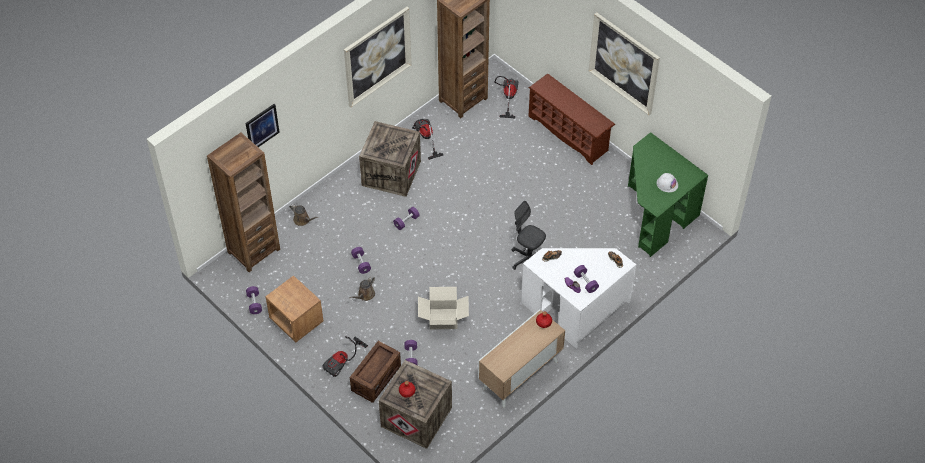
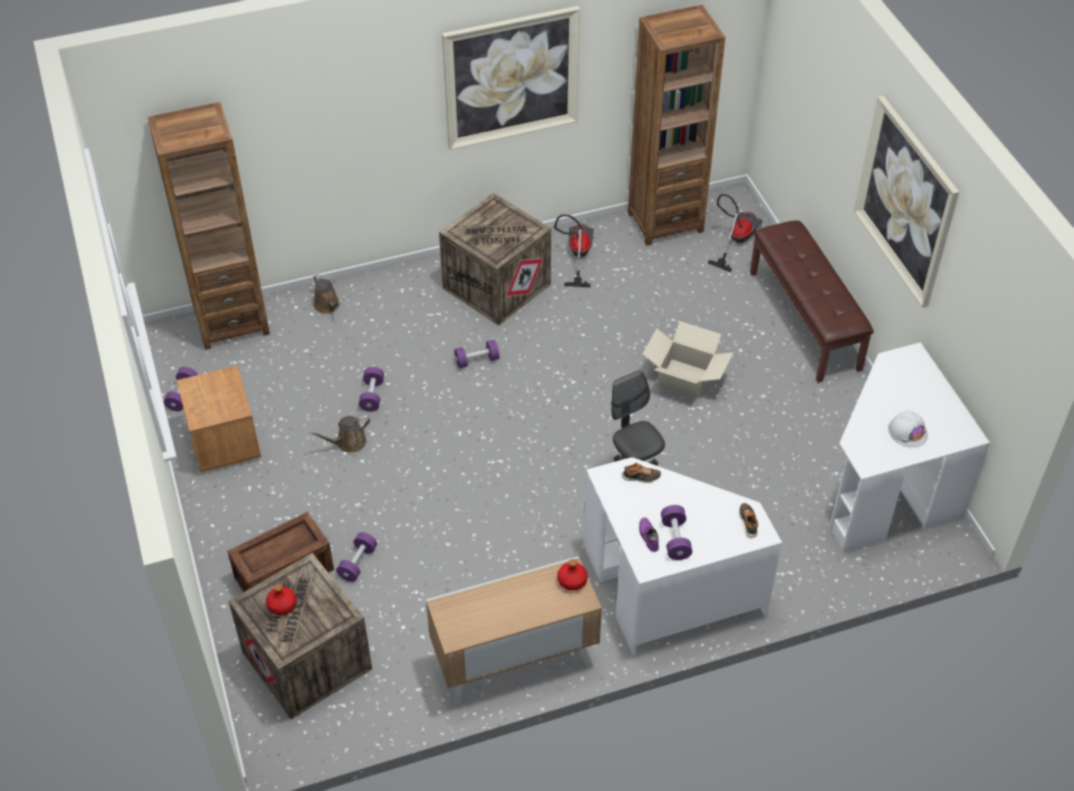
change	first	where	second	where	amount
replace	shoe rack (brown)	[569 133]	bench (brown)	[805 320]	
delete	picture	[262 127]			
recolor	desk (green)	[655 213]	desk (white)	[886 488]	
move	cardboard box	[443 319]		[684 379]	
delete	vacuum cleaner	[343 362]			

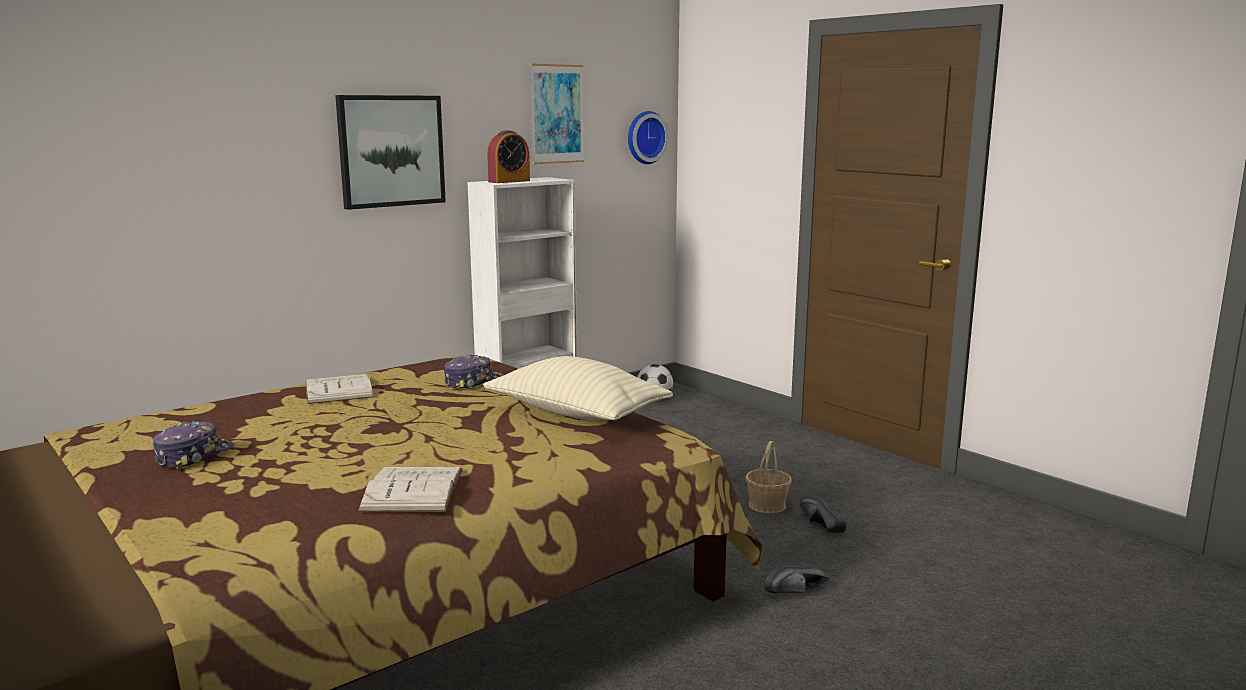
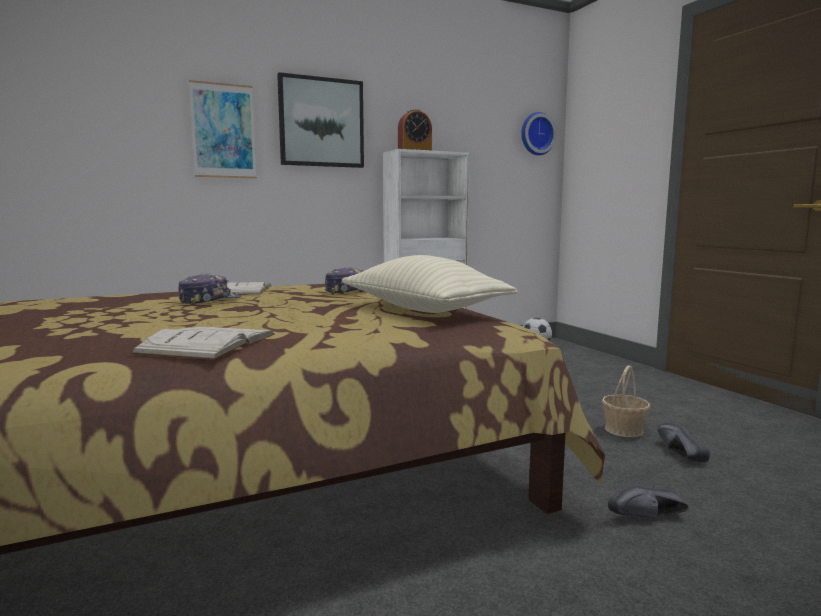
change	first	where	second	where	amount
move	picture	[557 114]		[223 131]	
move	cap	[194 456]		[209 301]	

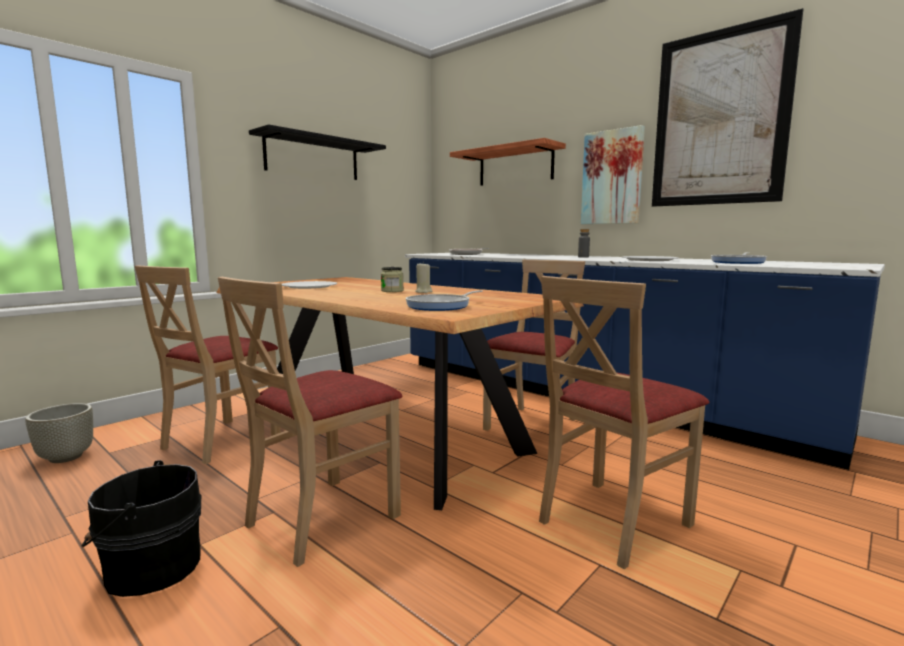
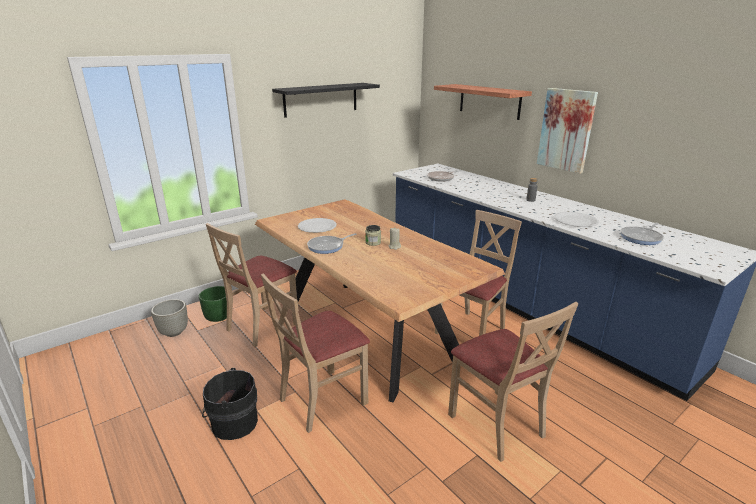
change	first	where	second	where	amount
delete	picture	[719 118]			
rotate	chair (beige)	[612 520]		[496 424]	90 degrees counterclockwise
move	frying pan	[441 306]		[328 246]	
insert			planter (green)	[218 316]	

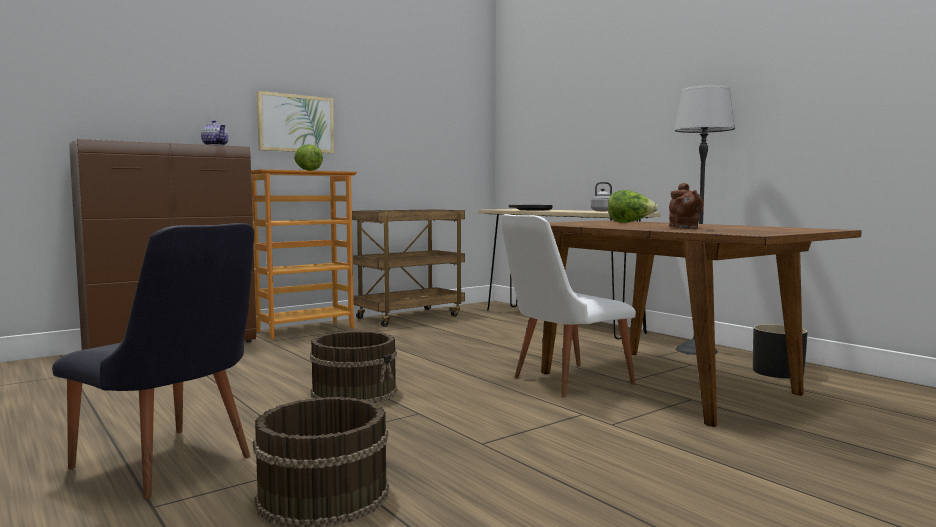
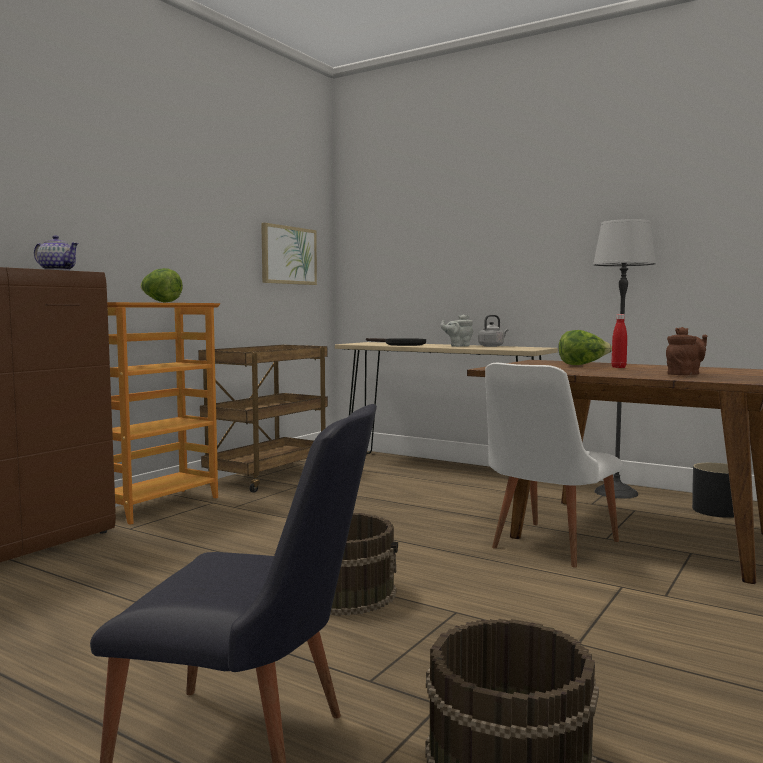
change	first	where	second	where	amount
move	picture	[296 123]		[288 255]	
rotate	teapot (brown)	[684 228]		[685 374]	90 degrees counterclockwise
insert			bottle (red)	[618 367]	
insert			teapot (grey)	[458 346]	

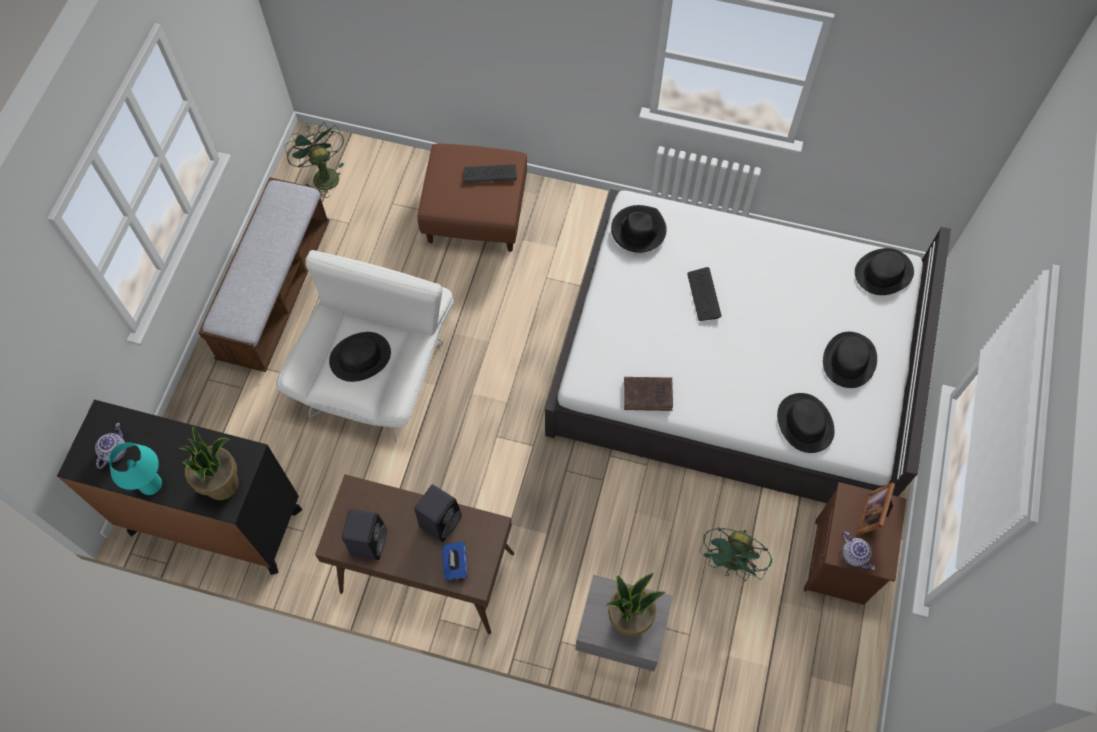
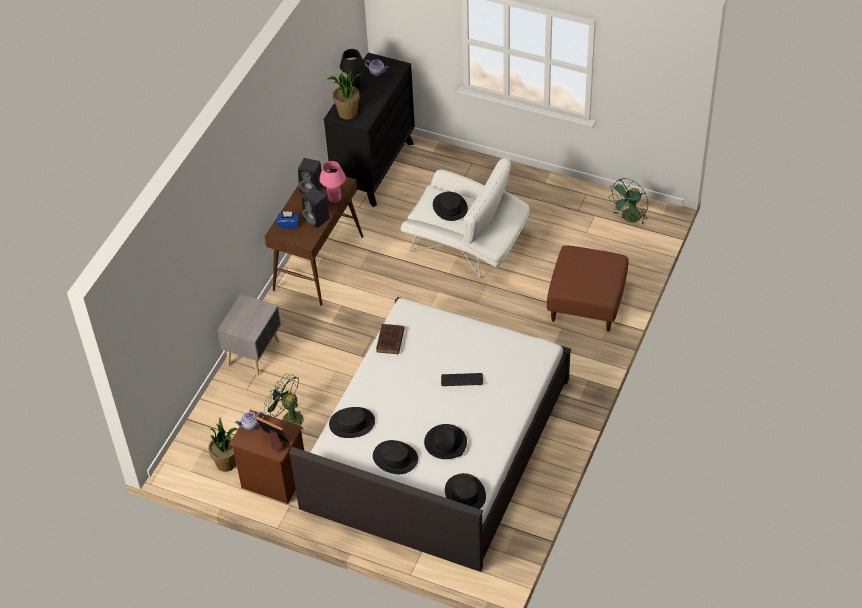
change	first	where	second	where	amount
rotate	fan (green)	[322 175]		[629 219]	150 degrees clockwise
delete	keyboard	[490 174]			
delete	bench	[276 291]			
move	hat (black)	[638 230]		[446 443]	
recolor	table lamp (turquoise)	[151 484]	table lamp (black)	[354 86]	
move	potted plant	[629 619]		[227 463]	
insert			table lamp (pink)	[334 198]	

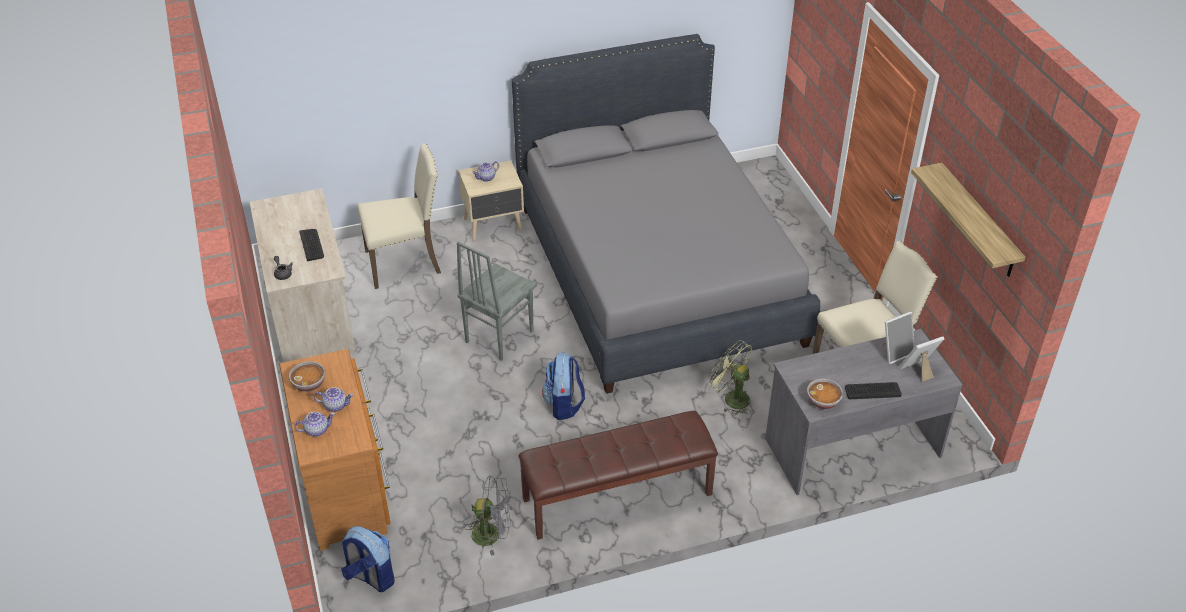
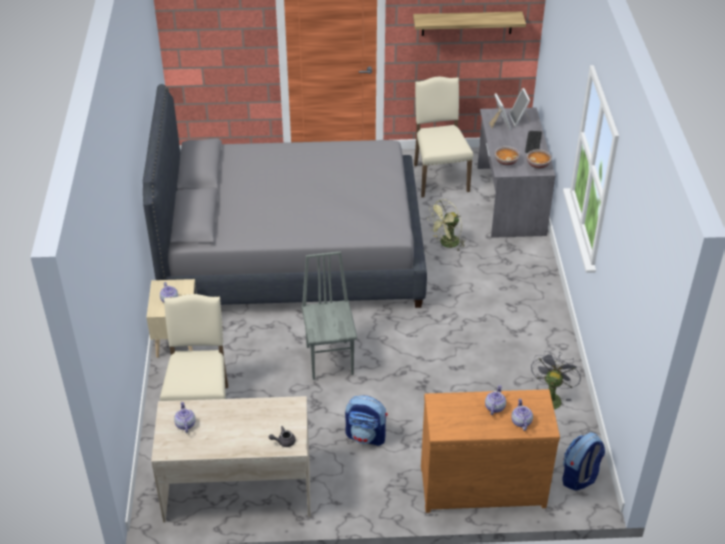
change	first	where	second	where	amount
delete	keyboard	[311 245]			
rotate	chair (grey)	[498 336]		[330 359]	150 degrees counterclockwise
move	backpack	[564 404]		[366 436]	
move	bowl	[309 384]		[506 161]	
delete	bench (brown)	[617 497]			
insert			teapot	[185 424]	

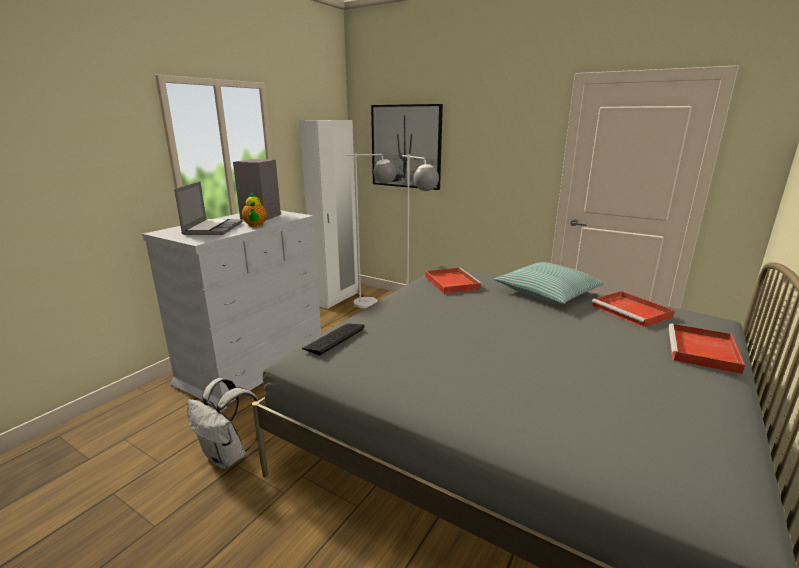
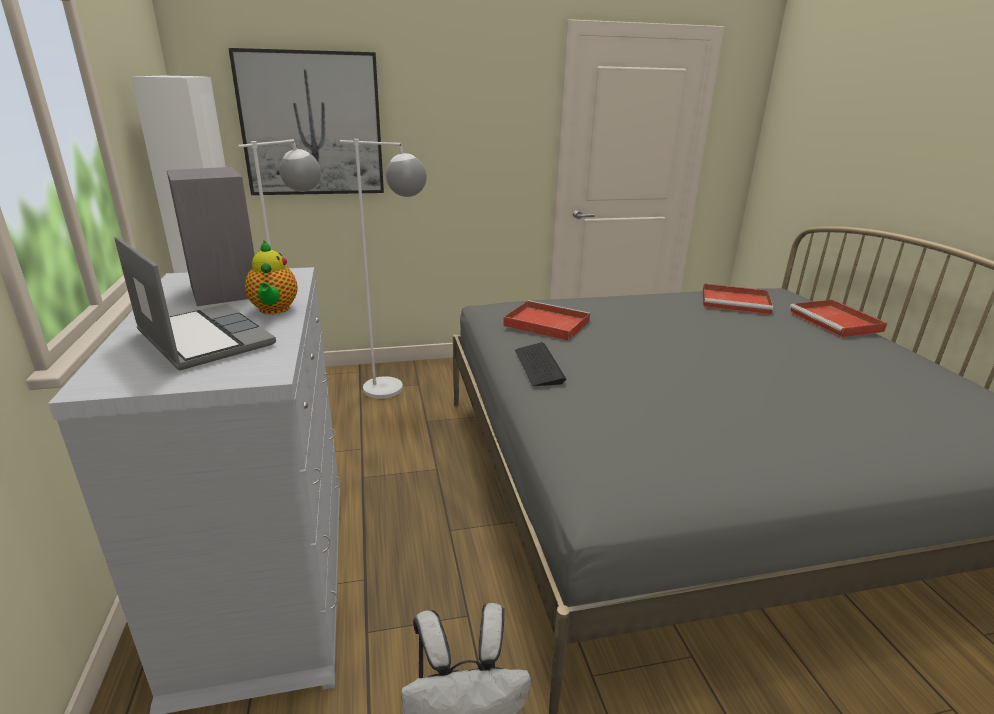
change	first	where	second	where	amount
rotate	teapot	[255 225]		[274 310]	45 degrees clockwise
delete	pillow	[547 292]			
move	keyboard	[334 339]		[539 366]	

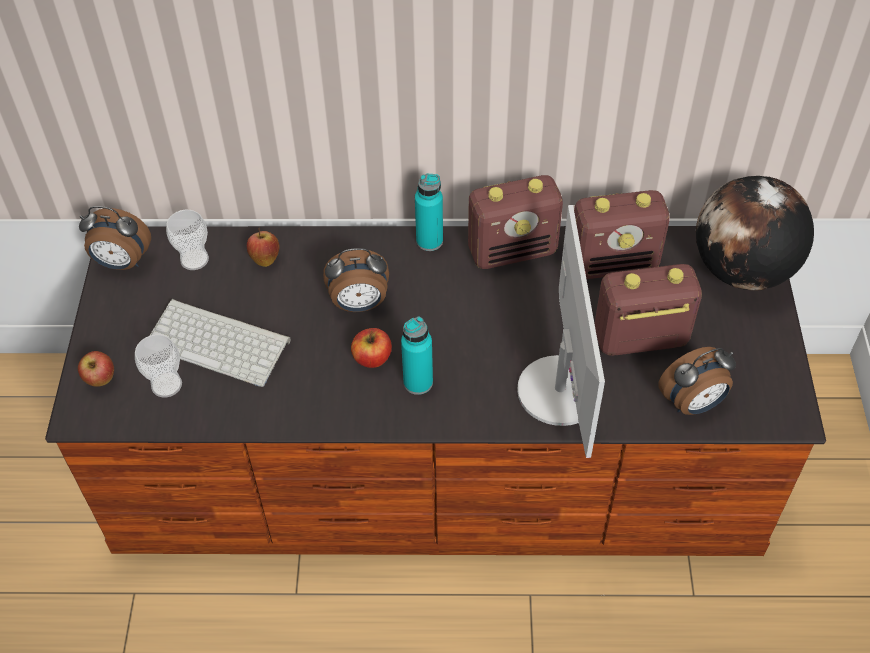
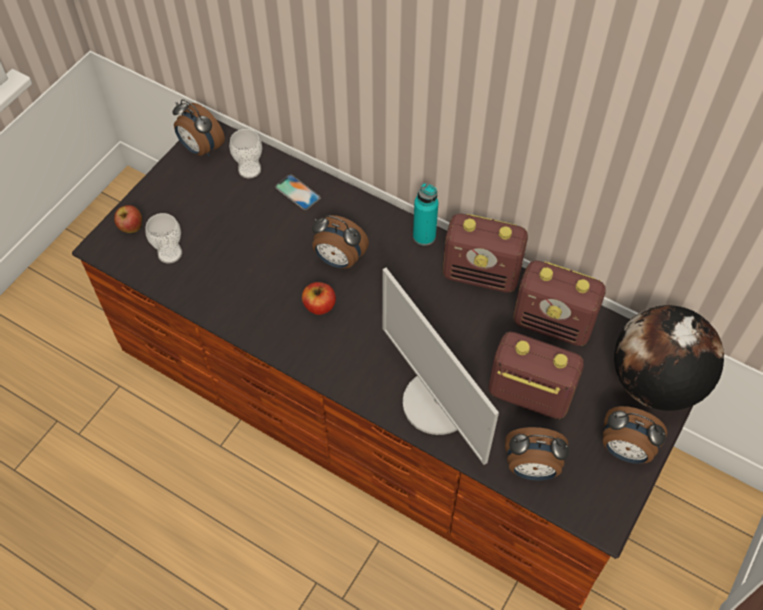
change	first	where	second	where	amount
rotate	monitor	[561 390]		[438 403]	120 degrees clockwise
replace	apple	[265 258]	phone	[297 192]	
delete	keyboard	[220 342]			
delete	bottle (turquoise)	[418 382]			
insert			alarm clock	[625 450]	

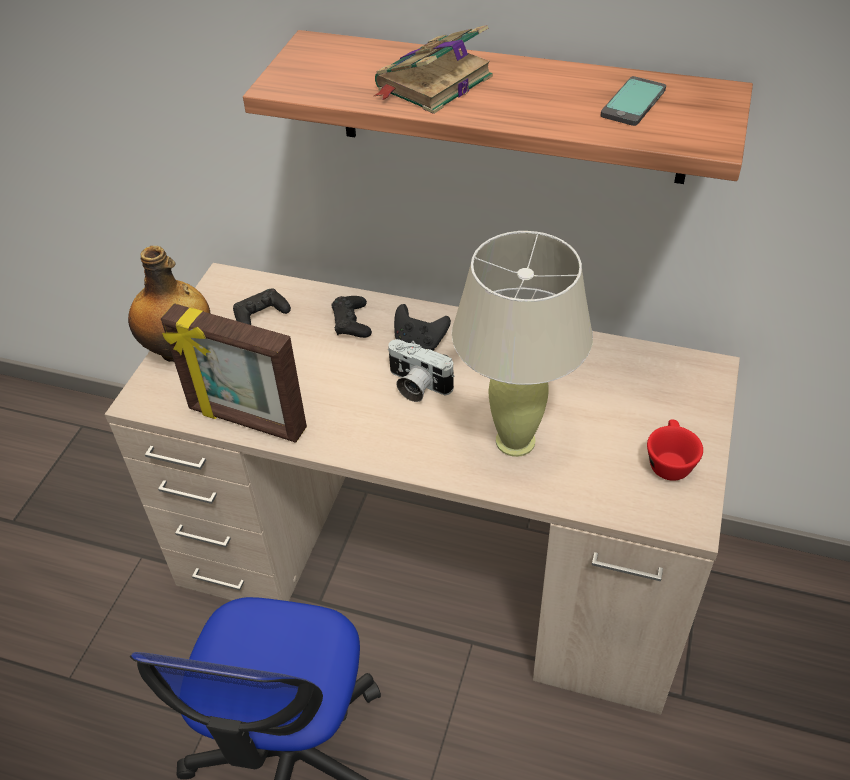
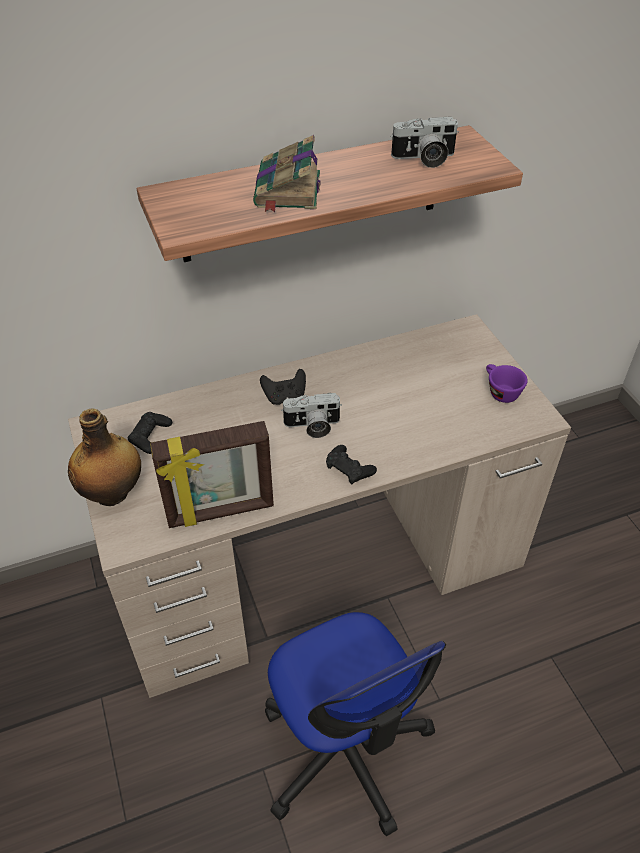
change	first	where	second	where	amount
replace	phone	[633 103]	photo camera	[424 159]	
delete	table lamp (beige)	[515 441]			
move	game controller (black)	[351 322]		[349 469]	
recolor	cup (red)	[668 461]	cup (purple)	[500 391]	

